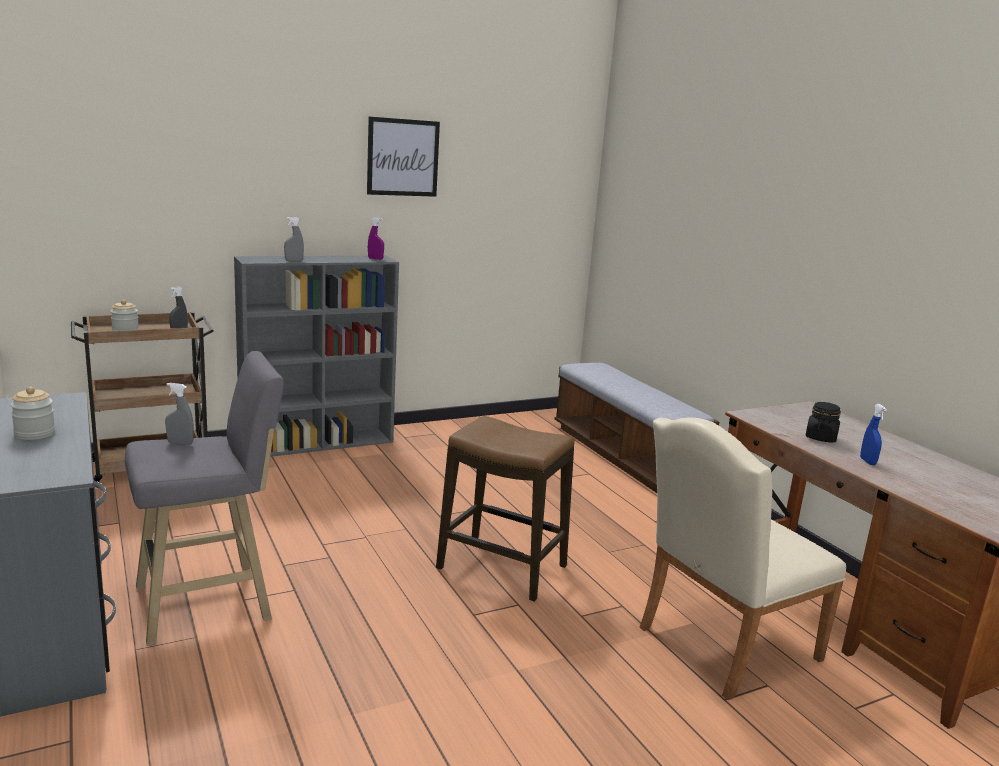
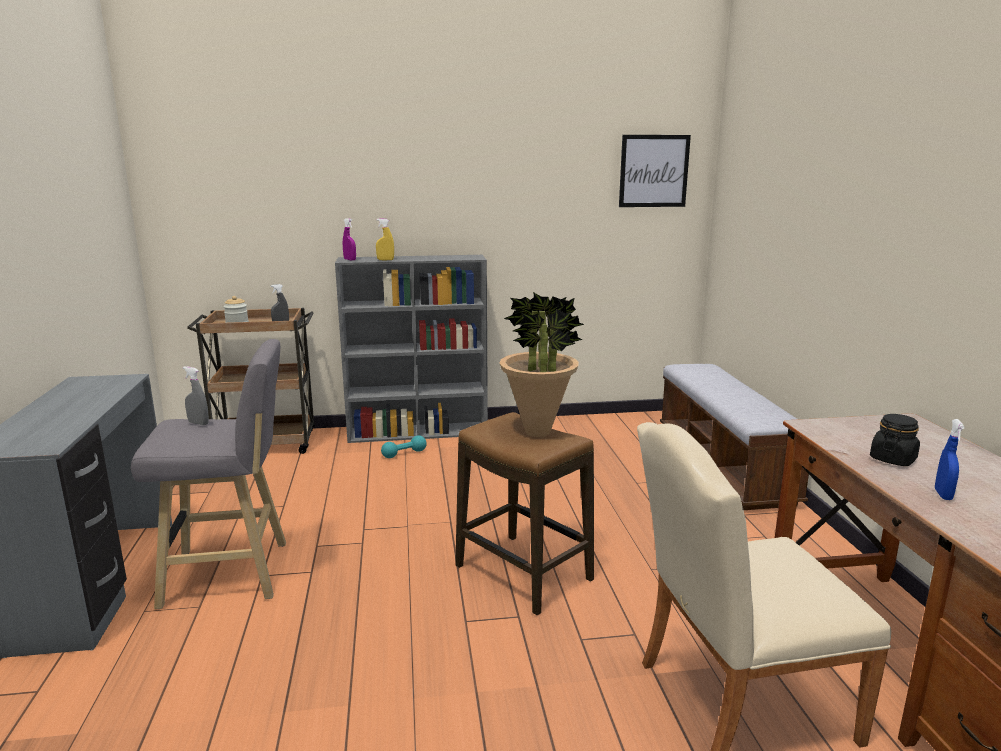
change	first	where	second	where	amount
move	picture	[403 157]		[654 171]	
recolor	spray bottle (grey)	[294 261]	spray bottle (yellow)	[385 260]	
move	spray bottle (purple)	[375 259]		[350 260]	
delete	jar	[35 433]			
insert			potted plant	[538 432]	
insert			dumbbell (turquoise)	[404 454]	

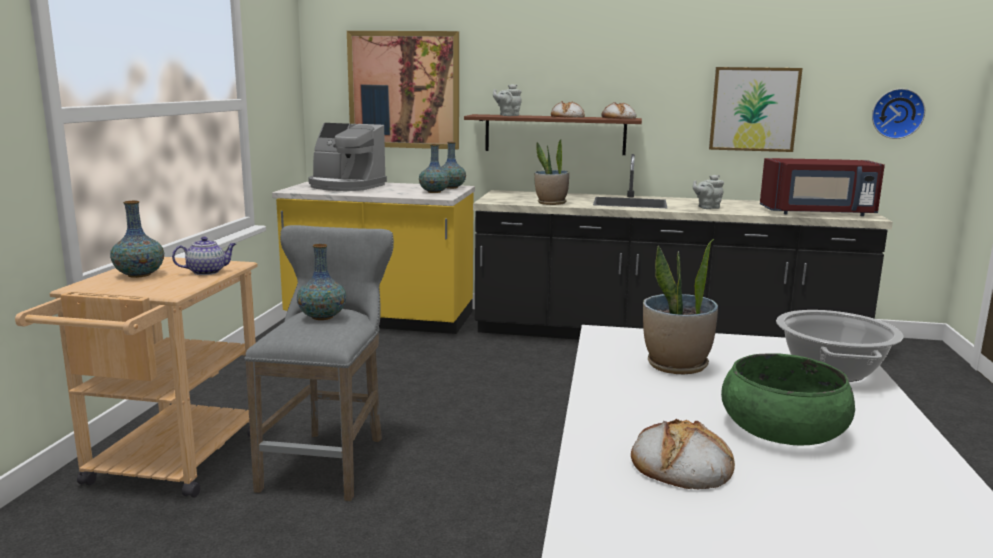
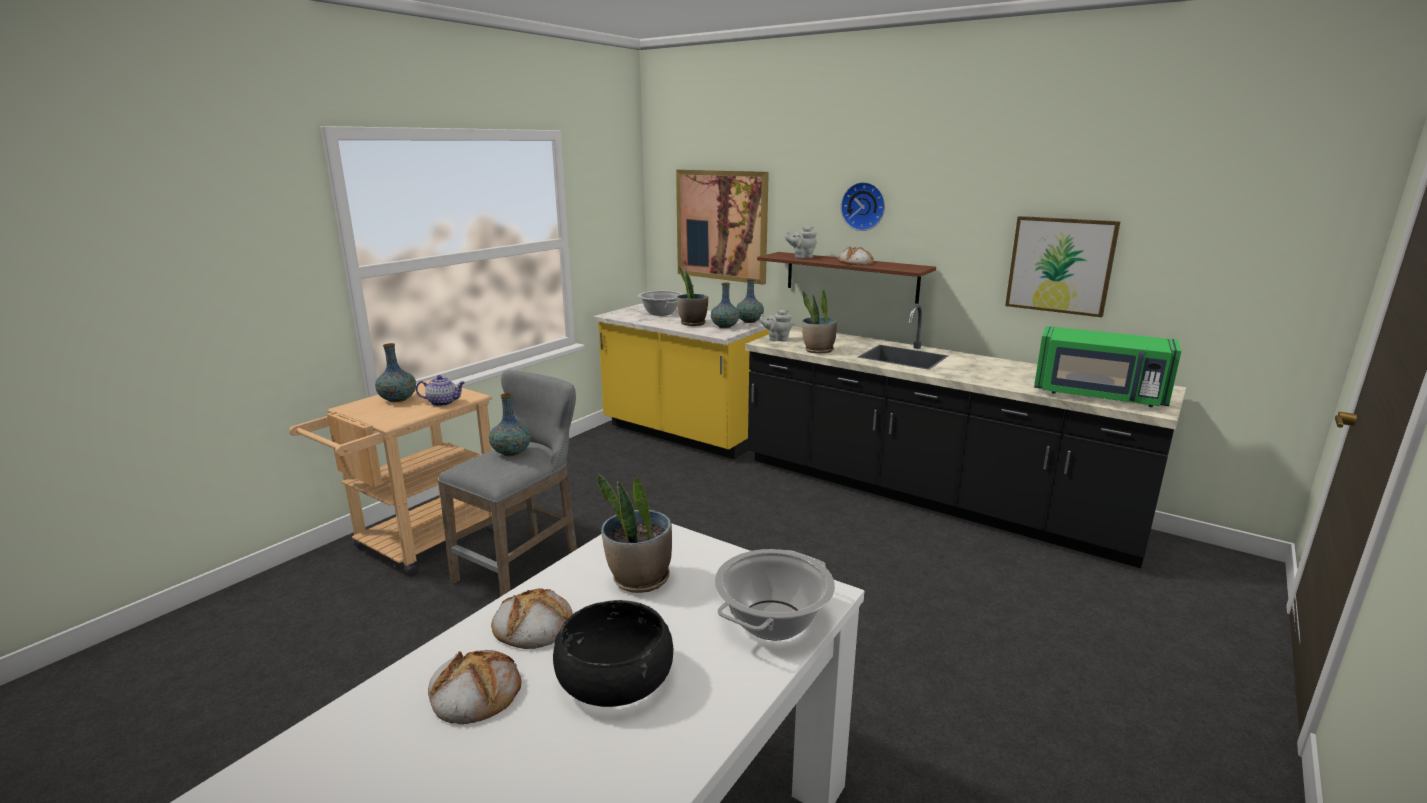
change	first	where	second	where	amount
move	wall clock	[897 113]		[864 206]	
move	bread	[618 118]		[532 625]	
replace	coffee machine	[345 186]	cooking pot	[661 312]	
recolor	microwave (red)	[818 213]	microwave (green)	[1098 396]	
move	teapot (grey)	[707 207]		[776 339]	
recolor	bowl (green)	[782 428]	bowl (black)	[614 677]	
insert			potted plant	[692 323]	

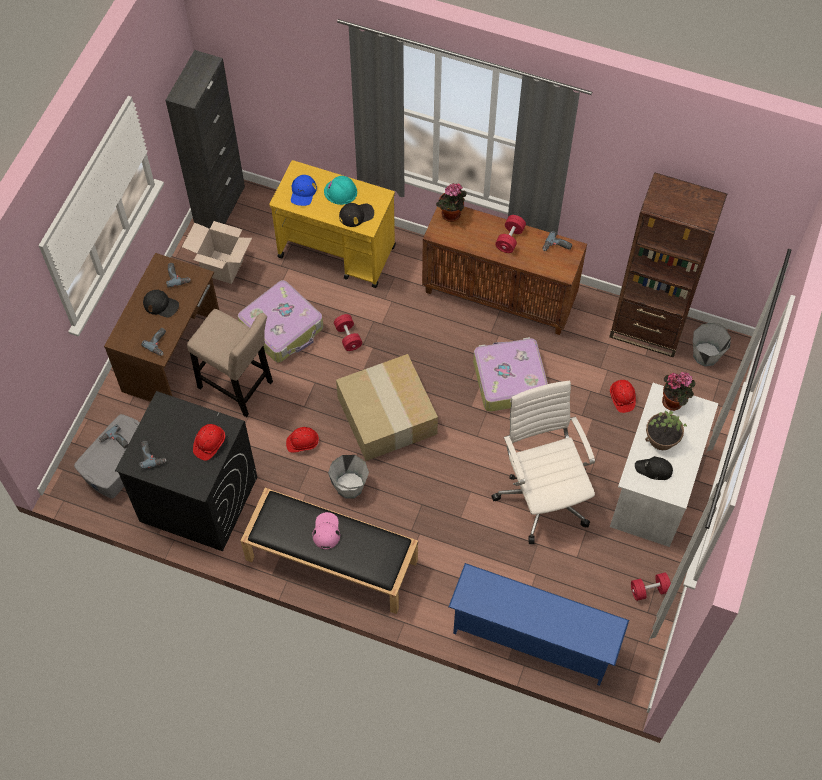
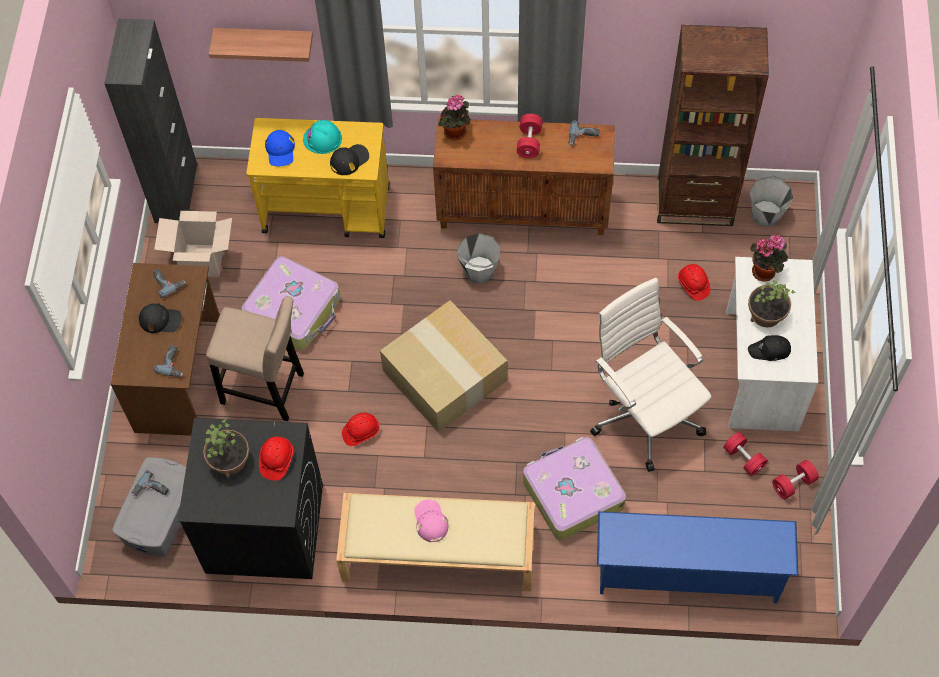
change	first	where	second	where	amount
move	dumbbell (red)	[348 337]		[743 458]	
move	suitcase	[509 379]		[571 493]	
delete	power drill	[152 455]			
move	bucket (grey)	[349 486]		[479 270]	
recolor	bench (black)	[330 560]	bench (beige)	[437 553]	
insert			shelf	[265 41]	
insert			potted plant	[230 460]	

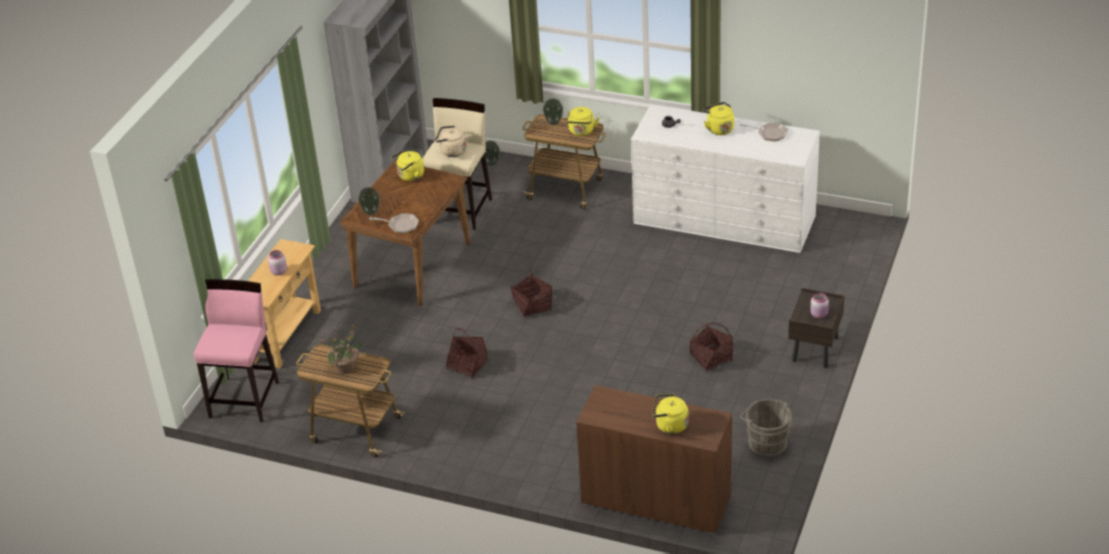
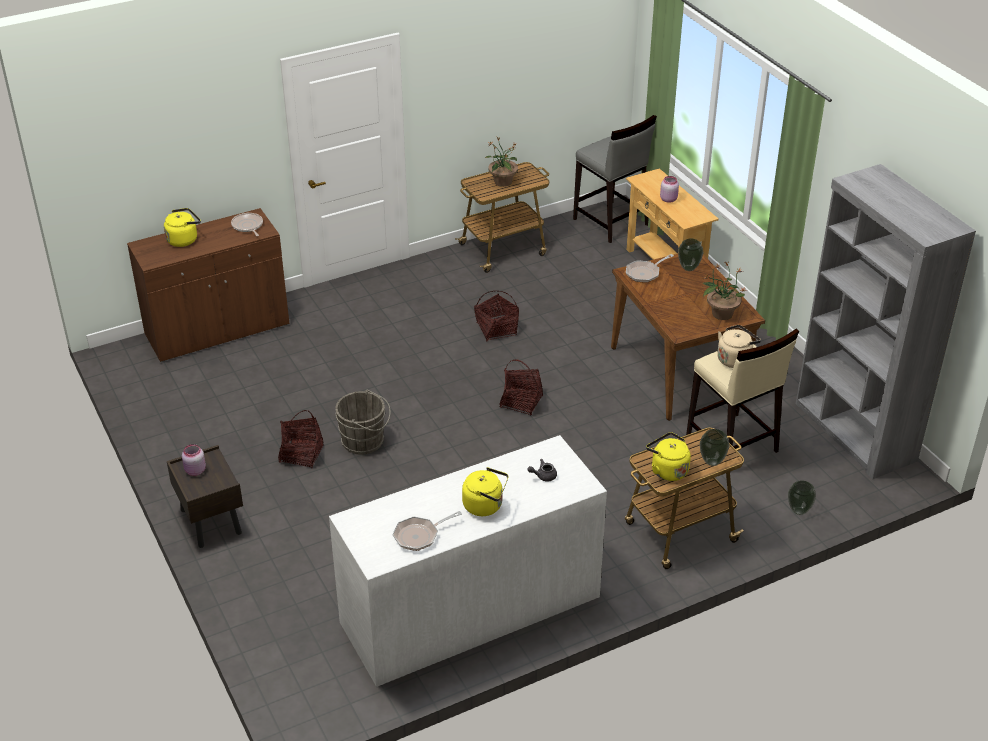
change	first	where	second	where	amount
replace	kettle (yellow)	[409 176]	potted plant	[721 313]	
recolor	stool (pink)	[245 399]	stool (grey)	[610 222]	
move	bucket (grey)	[766 442]		[365 441]	
insert			frying pan	[248 226]	

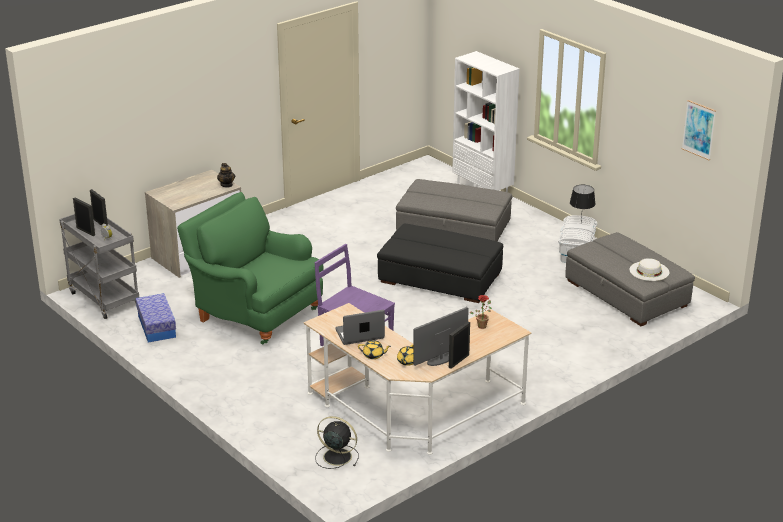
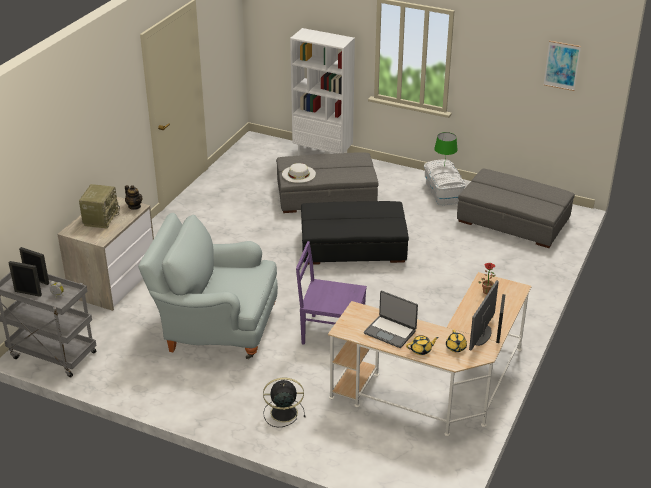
change	first	where	second	where	amount
recolor	table lamp (black)	[580 223]	table lamp (green)	[444 167]	
recolor	armchair (green)	[254 313]	armchair (grey)	[215 328]	
move	hat (white)	[649 271]		[298 174]	
delete	storage box	[156 326]			
rotate	laptop	[360 334]		[390 332]	105 degrees counterclockwise
move	fan (black)	[336 456]		[282 413]	
insert			radio	[100 218]	

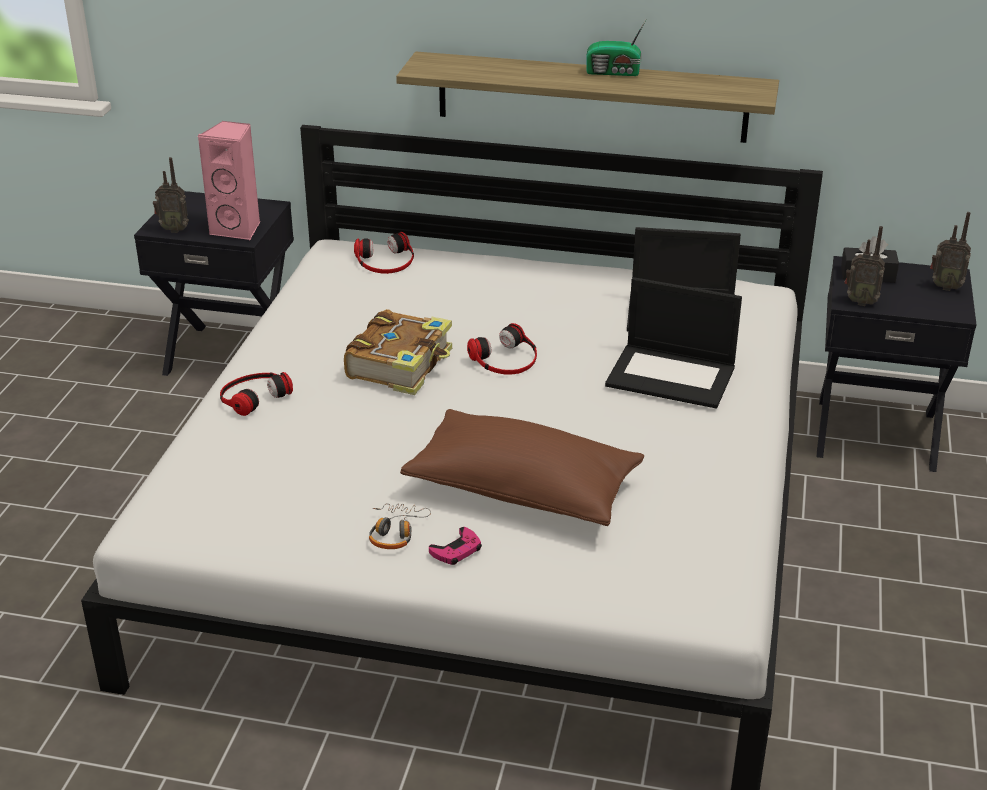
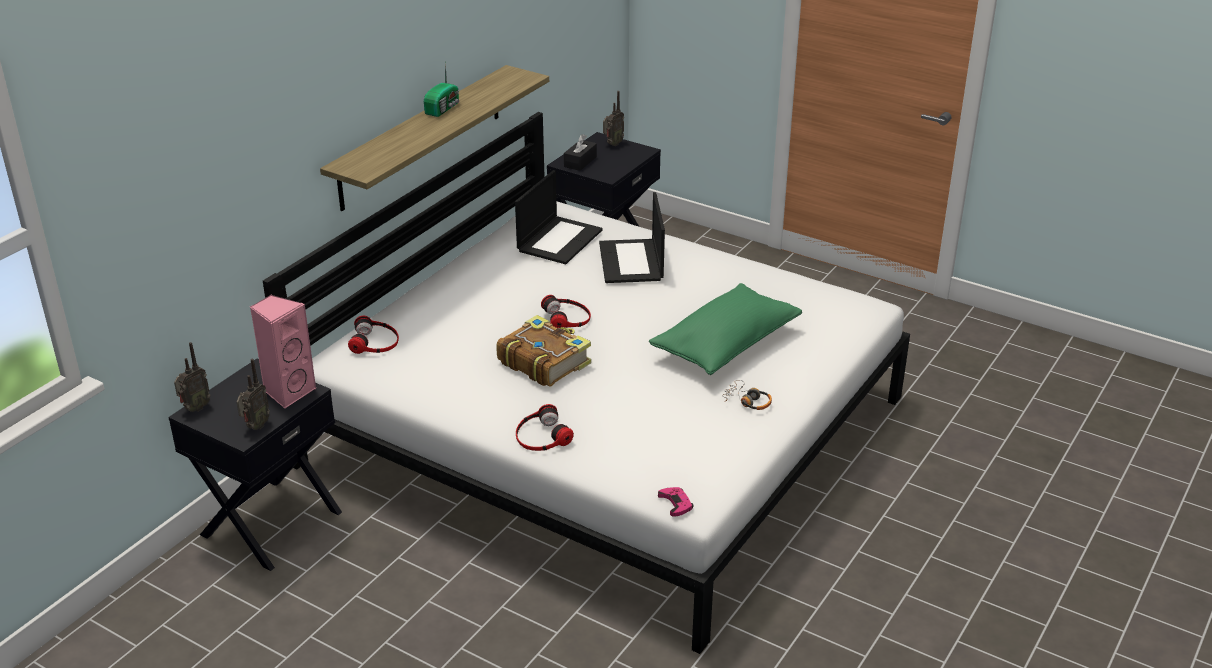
change	first	where	second	where	amount
move	radio	[860 302]		[195 408]	
rotate	laptop	[672 376]		[632 262]	135 degrees clockwise
recolor	pillow (brown)	[523 490]	pillow (green)	[725 345]	
move	game controller (pink)	[456 550]		[676 503]	

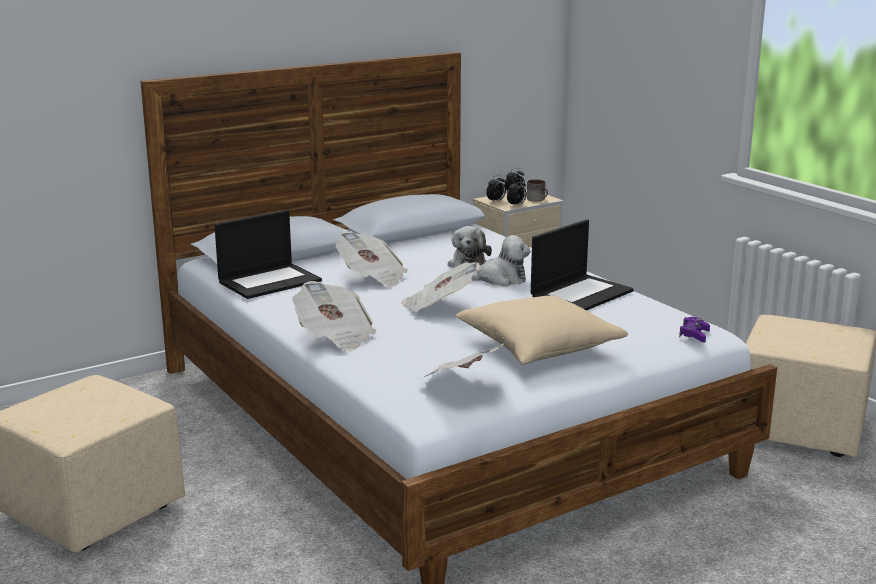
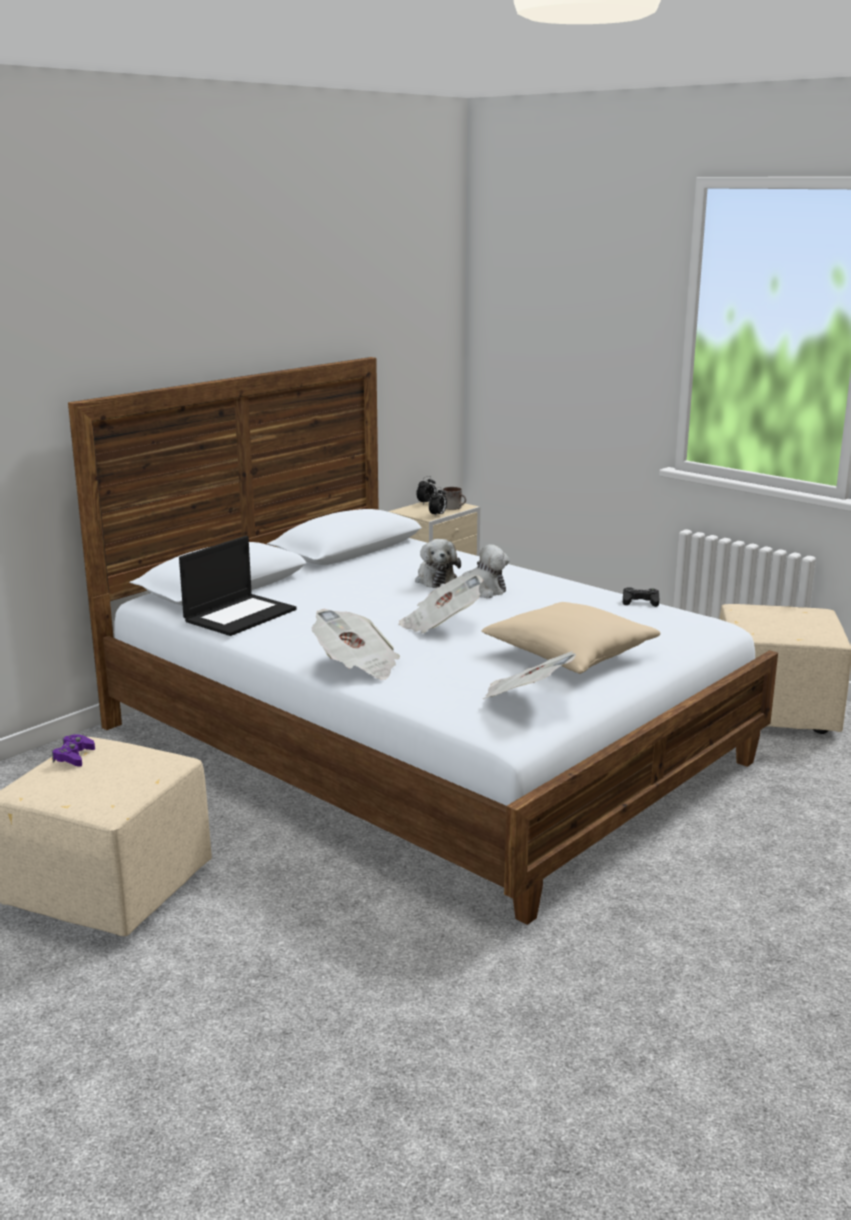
change	first	where	second	where	amount
delete	alarm clock	[496 201]			
delete	laptop	[581 293]			
delete	newspaper	[372 277]			
move	game controller (purple)	[694 334]		[74 756]	
insert			game controller (black)	[640 602]	

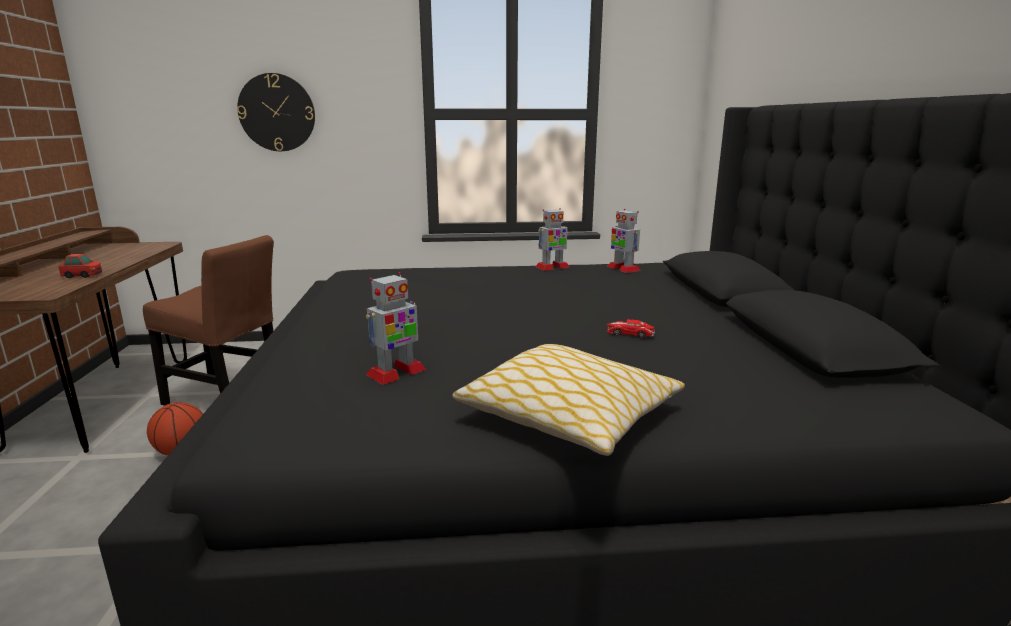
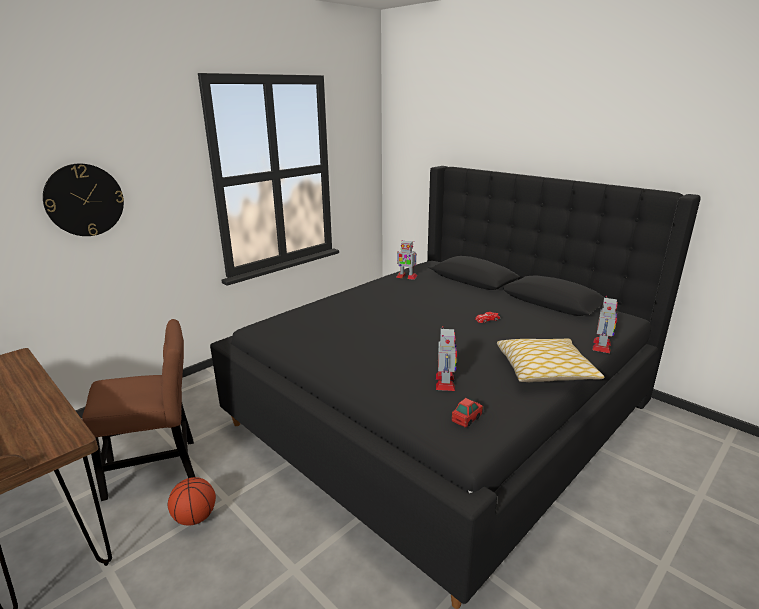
change	first	where	second	where	amount
move	toy robot	[552 267]		[601 346]	
move	toy car	[83 276]		[467 418]	

